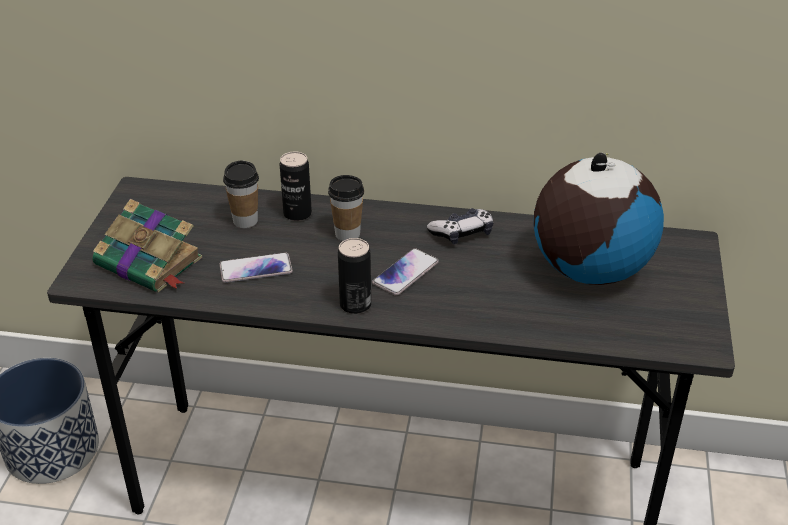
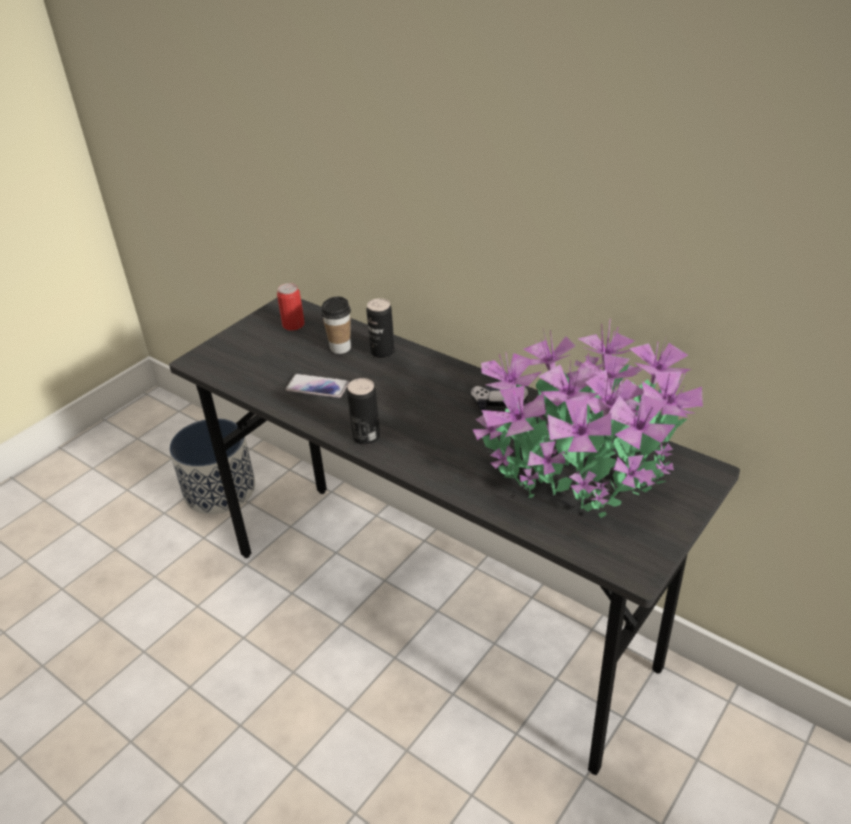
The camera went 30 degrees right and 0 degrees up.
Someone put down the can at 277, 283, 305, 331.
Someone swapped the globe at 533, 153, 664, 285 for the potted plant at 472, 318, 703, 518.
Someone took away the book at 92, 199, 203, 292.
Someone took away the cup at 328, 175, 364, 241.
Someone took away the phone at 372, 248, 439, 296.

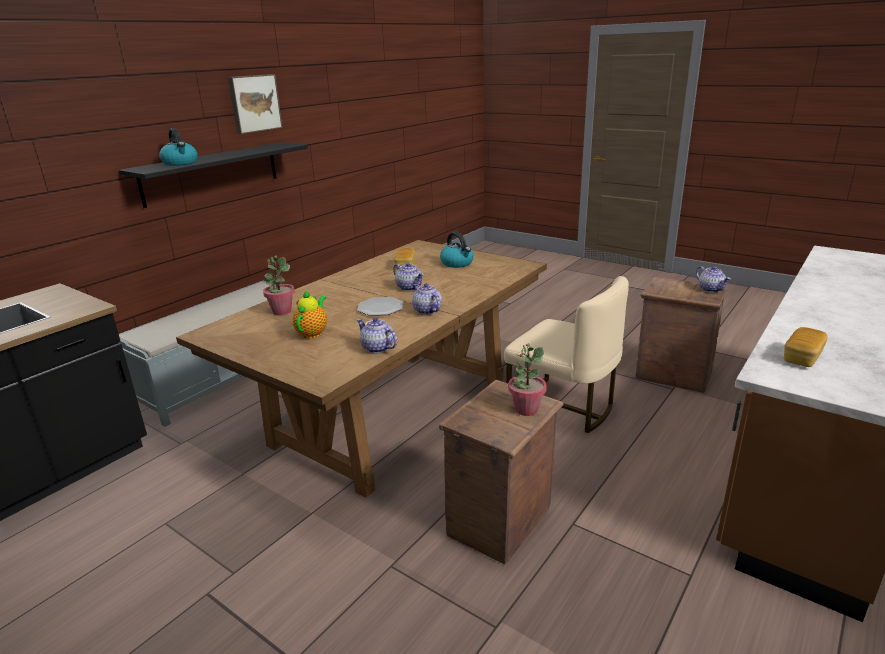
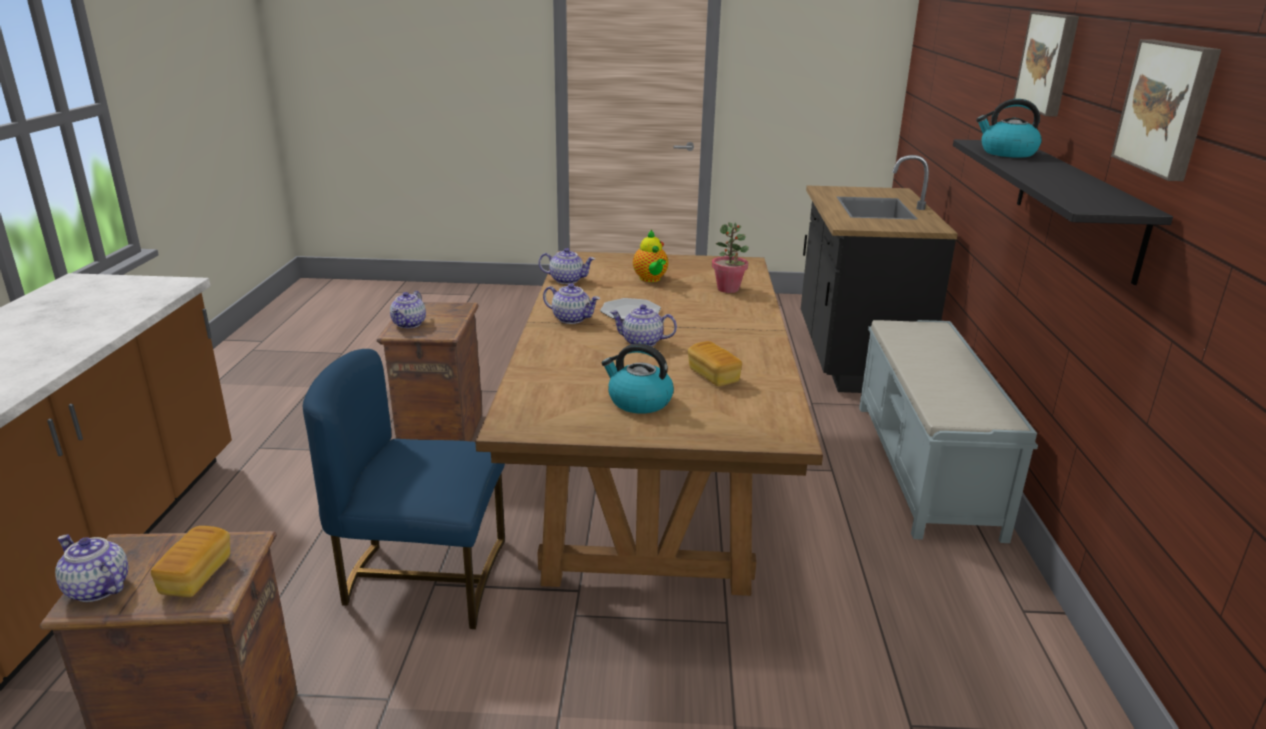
The camera went 145 degrees right and 0 degrees up.
Someone carried the bread from 784, 327, 828, 367 to 151, 526, 230, 597.
Someone repainted the beige chair at 504, 276, 629, 433, which became the blue chair at 303, 349, 505, 629.
Someone swapped the potted plant at 508, 343, 547, 416 for the teapot at 390, 291, 426, 328.
Someone put up the picture at 1014, 12, 1079, 117.

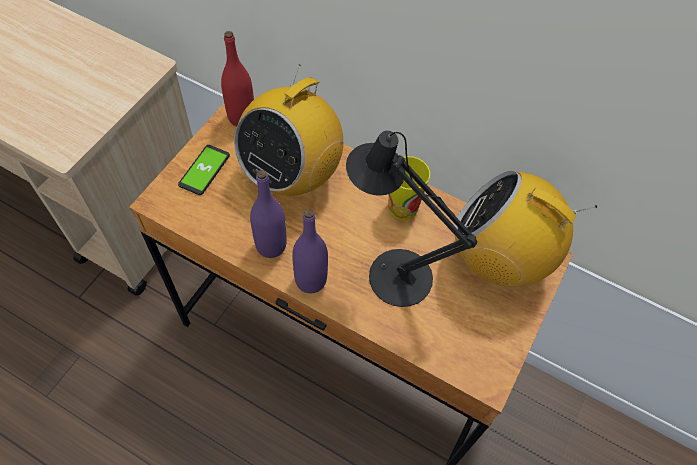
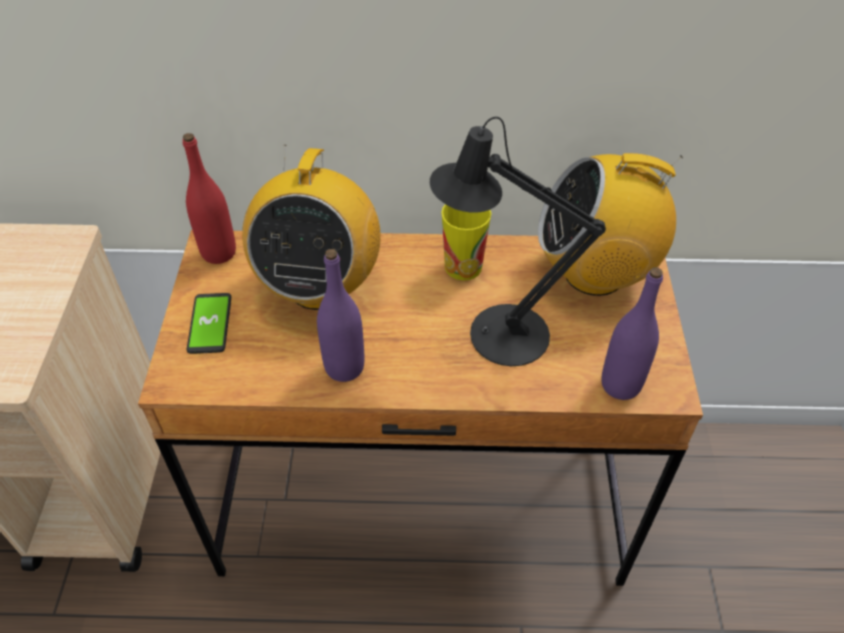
The camera went 25 degrees left and 10 degrees down.
Someone carried the purple bottle from 292, 209, 328, 293 to 601, 267, 663, 400.

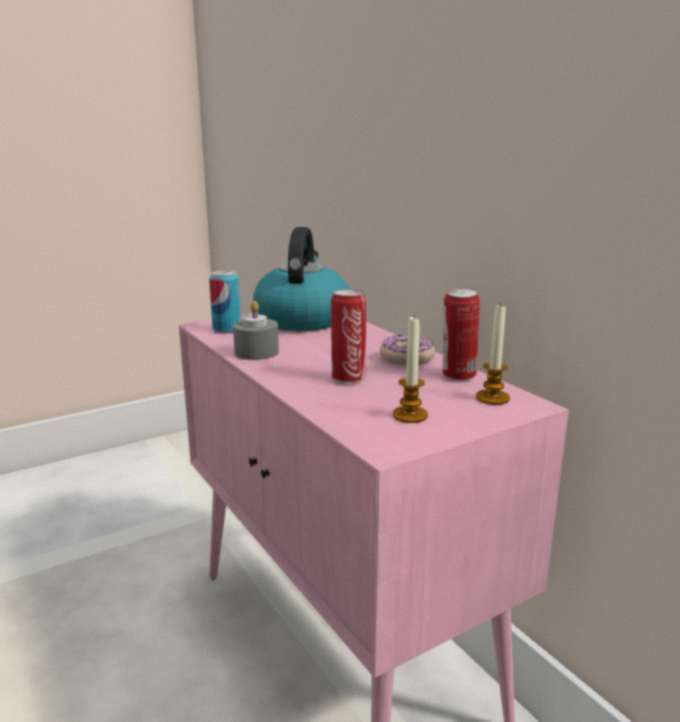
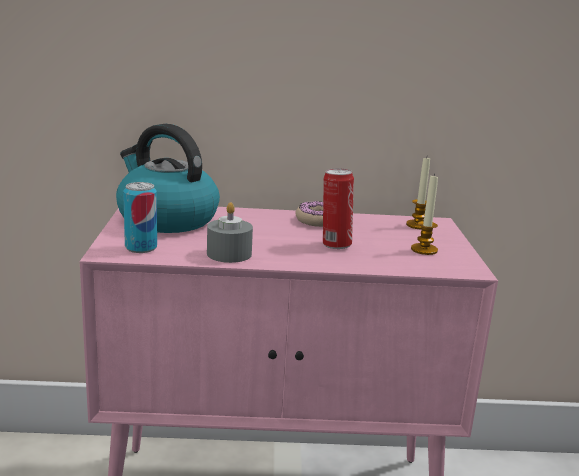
The camera went 60 degrees left and 0 degrees up.
Someone took away the can at 443, 288, 480, 381.

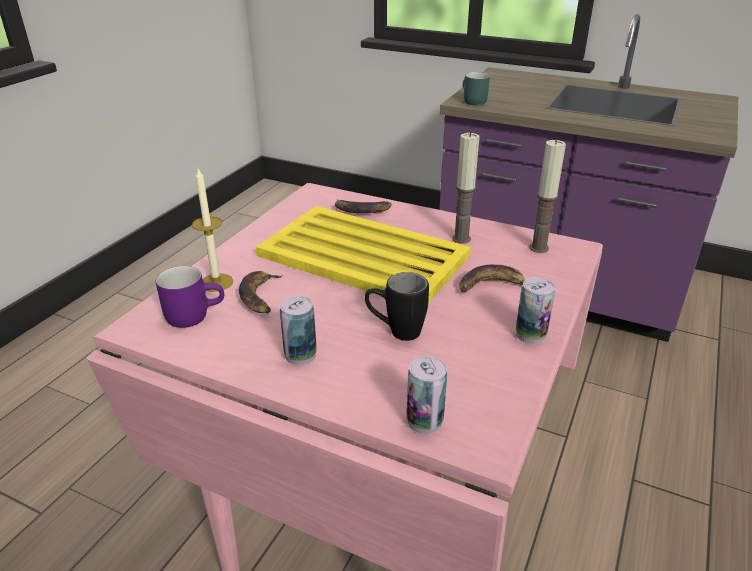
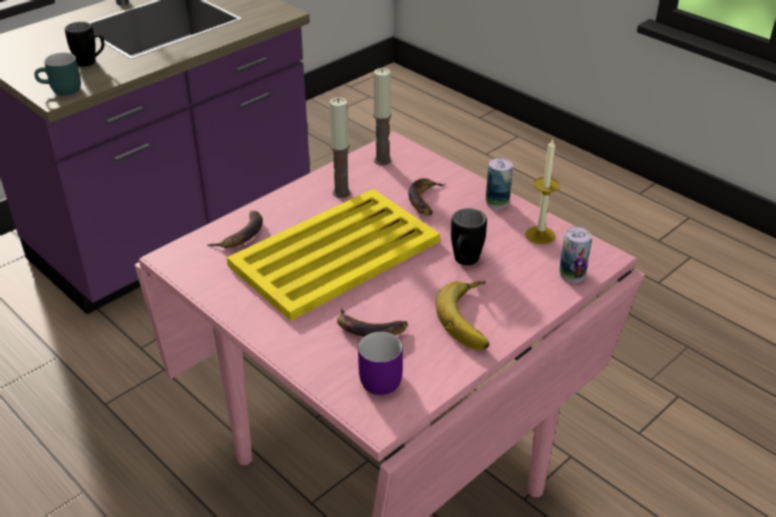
The camera went 70 degrees left and 5 degrees up.
Someone put down the black mug at 65, 22, 105, 66.
Someone swapped the can at 280, 296, 317, 365 for the banana at 435, 281, 489, 350.
Someone carried the candle from 192, 169, 233, 292 to 525, 138, 560, 244.

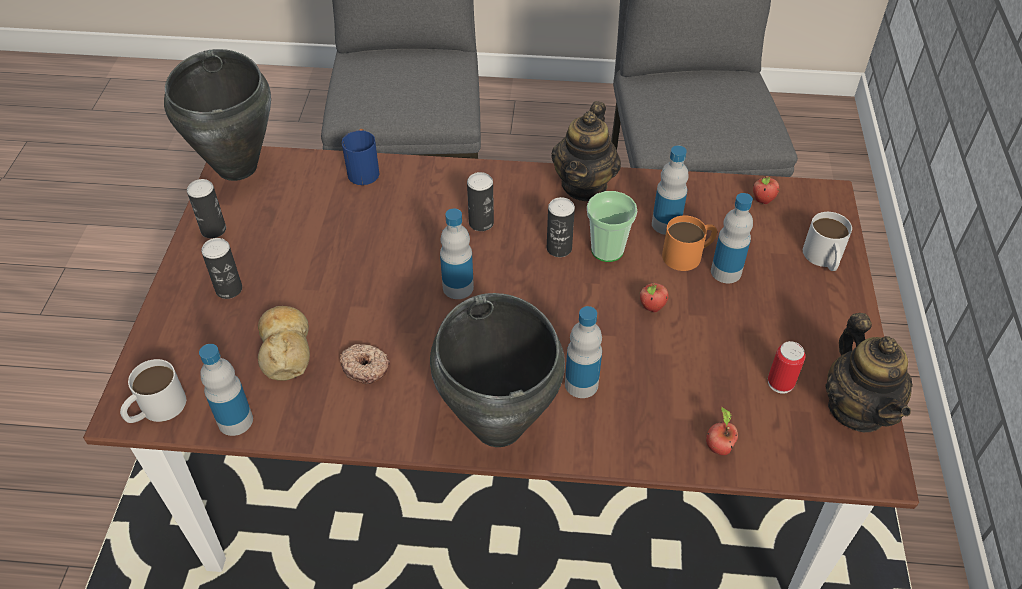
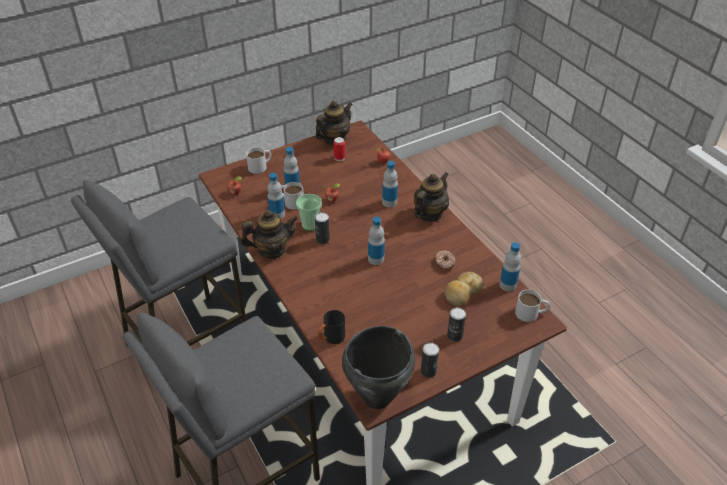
The camera went 125 degrees left and 5 degrees down.
Someone repainted the orange mug at 662, 215, 717, 271, which became the white mug at 281, 182, 304, 210.
Someone repainted the blue mug at 342, 129, 379, 185, which became the black mug at 318, 310, 345, 344.
Someone swapped the black cooking pot at 430, 293, 565, 447 for the teapot at 414, 172, 449, 222.
Someone took away the can at 467, 172, 494, 231.

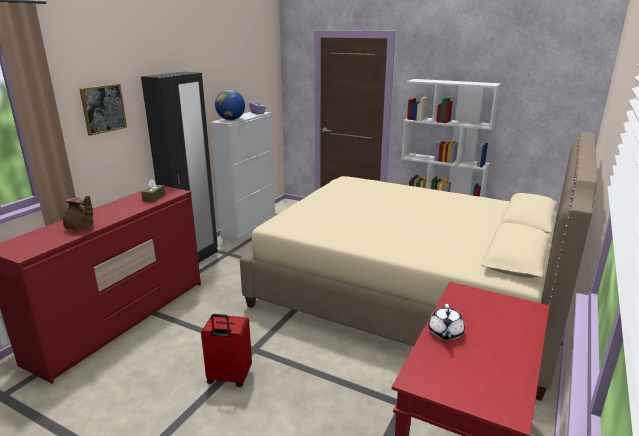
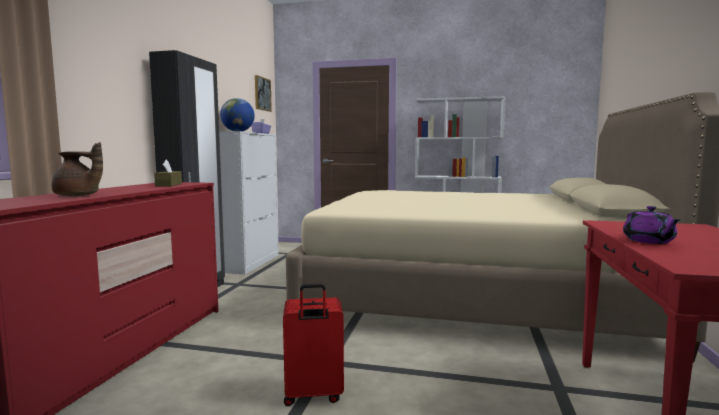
The camera went 15 degrees left and 15 degrees down.
Someone carried the picture from 79, 84, 127, 136 to 255, 75, 272, 112.
Someone repainted the white teapot at 428, 304, 465, 340, which became the purple teapot at 623, 206, 680, 244.

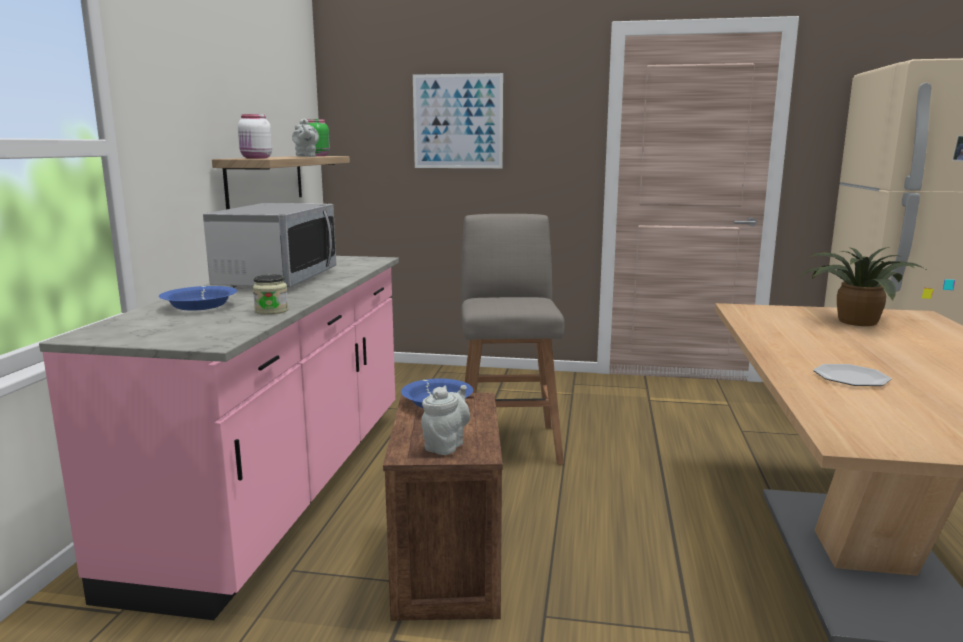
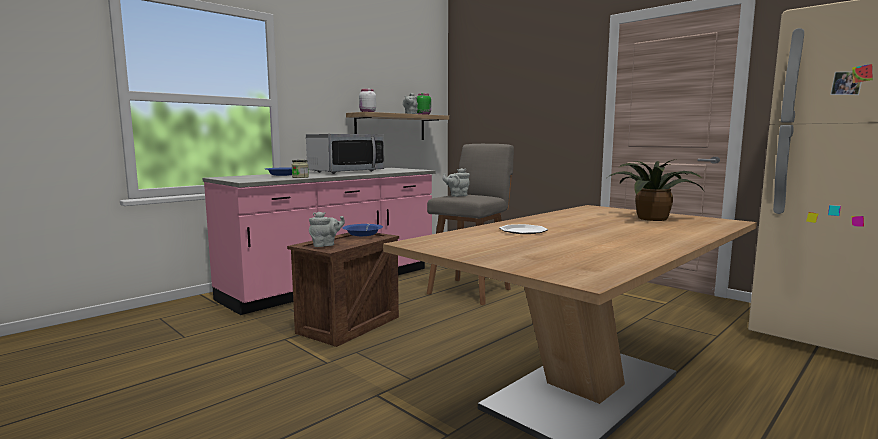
The camera went 35 degrees right and 5 degrees down.
Someone put down the grey teapot at 443, 168, 470, 197.
Someone took away the picture at 413, 73, 503, 168.

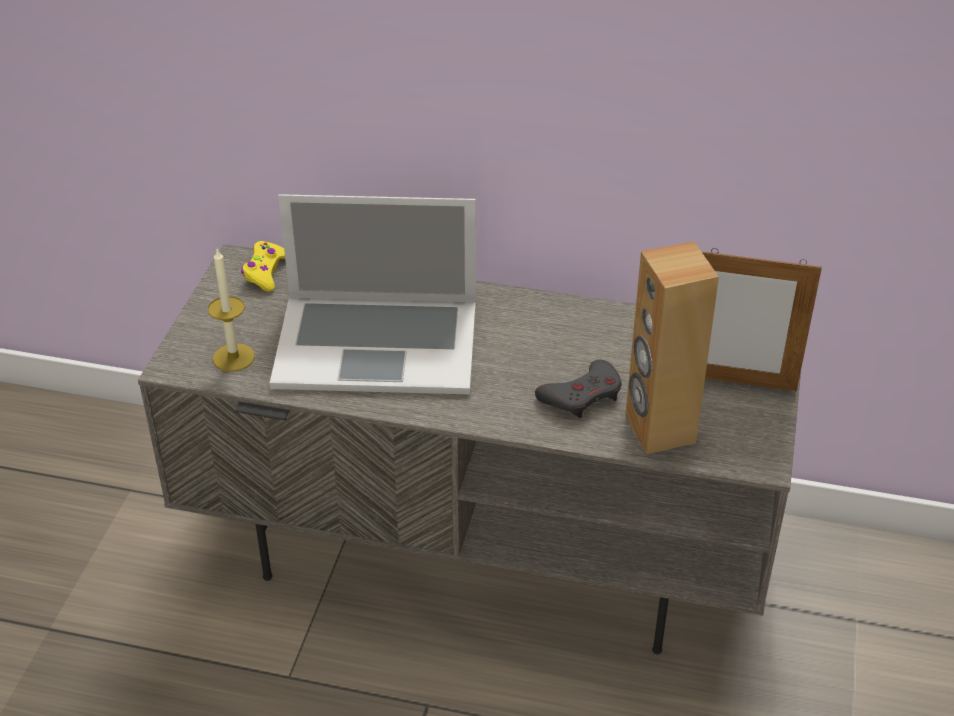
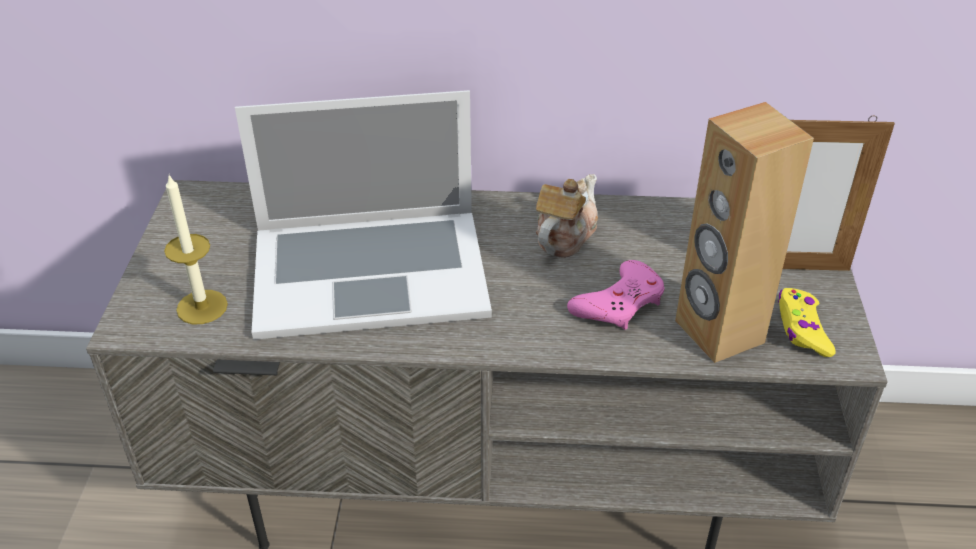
The camera went 10 degrees left and 0 degrees up.
Someone put down the teapot at 536, 174, 598, 258.
Someone repainted the grey game controller at 535, 359, 622, 418, which became the pink game controller at 567, 260, 665, 330.
Someone carried the yellow game controller from 241, 241, 285, 291 to 778, 288, 836, 357.

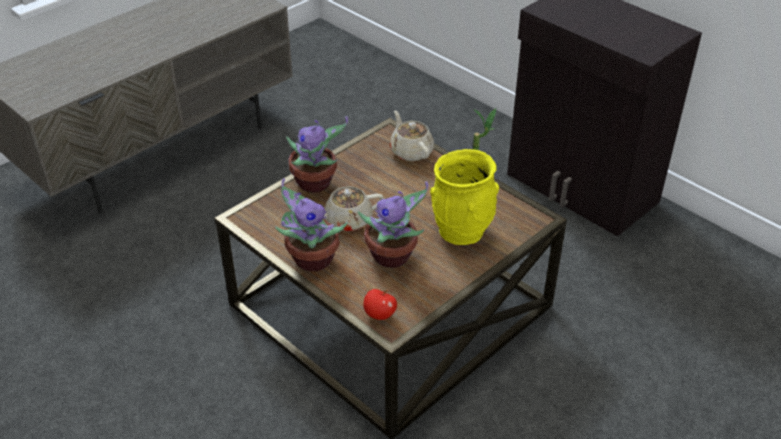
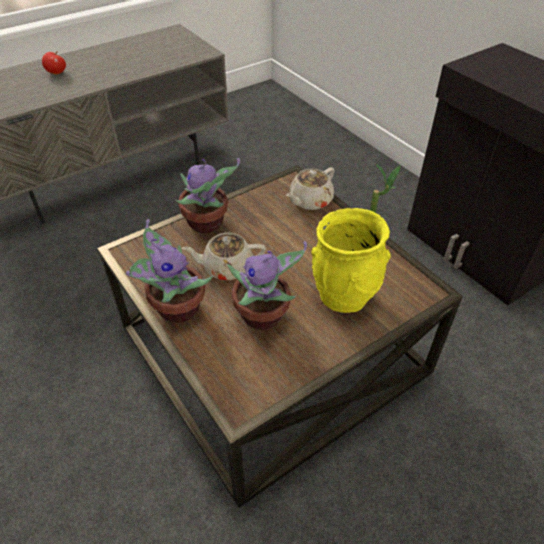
The camera went 10 degrees right and 5 degrees up.
Someone carried the apple from 363, 289, 397, 320 to 42, 51, 66, 74.
Someone rotated the beige teapot at 390, 111, 434, 161 by 120 degrees counterclockwise.

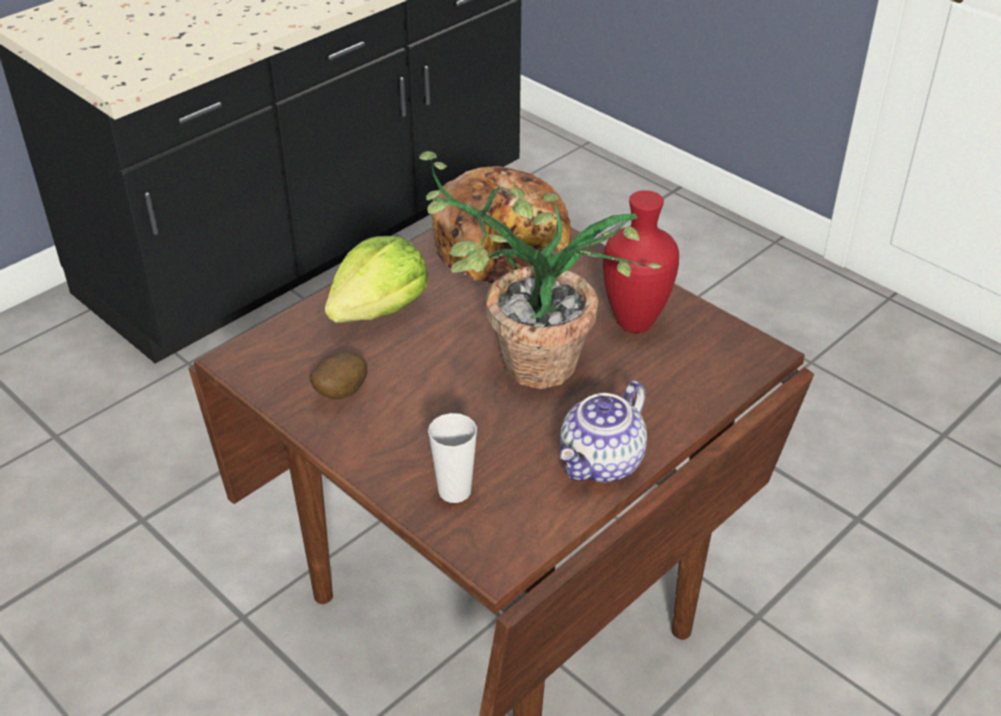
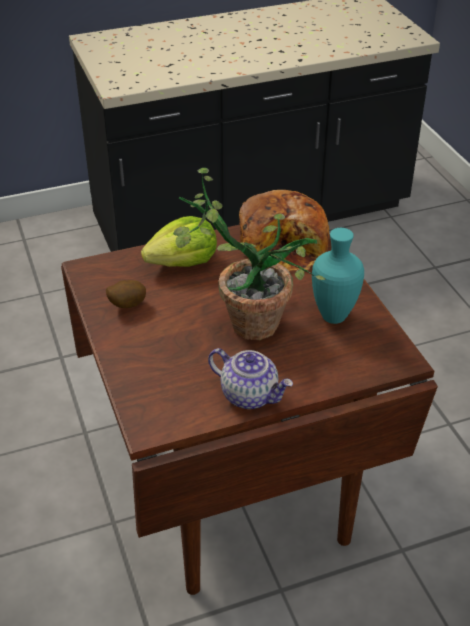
The camera went 25 degrees right and 0 degrees up.
Someone rotated the teapot at 560, 380, 647, 482 by 120 degrees counterclockwise.
Someone repainted the red vase at 603, 190, 679, 333, which became the turquoise vase at 312, 228, 364, 324.
Someone took away the cup at 428, 413, 477, 503.

